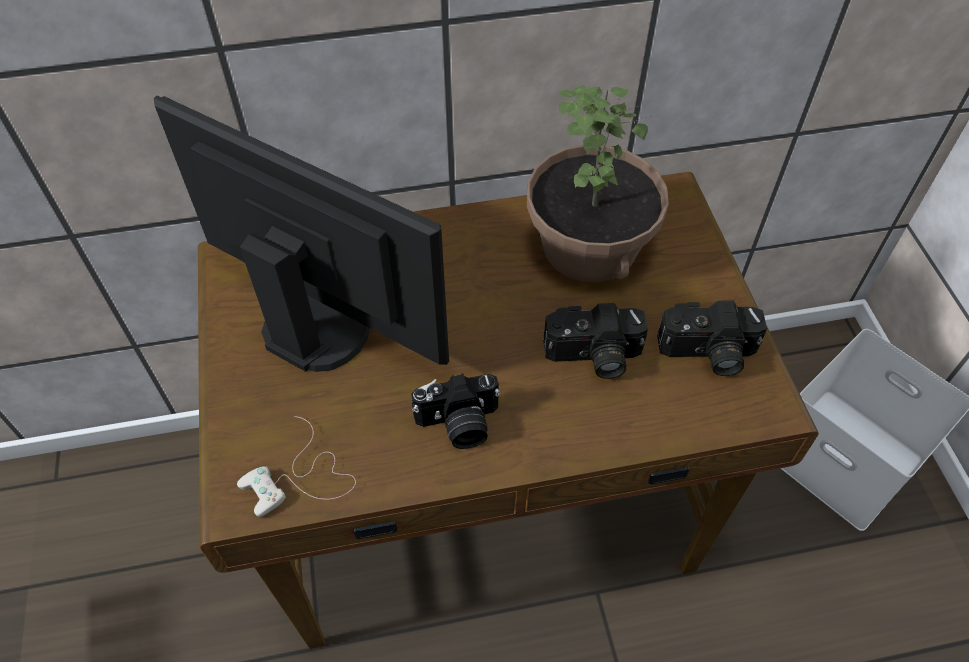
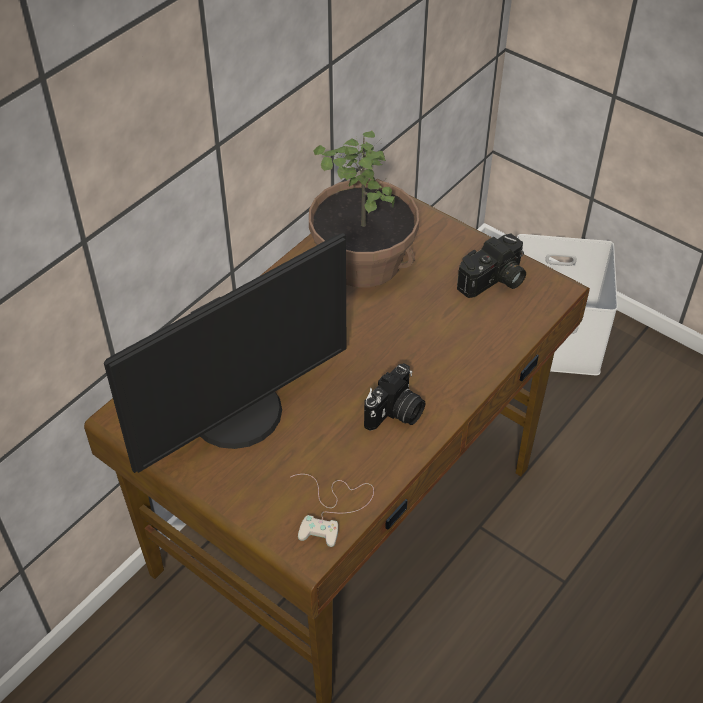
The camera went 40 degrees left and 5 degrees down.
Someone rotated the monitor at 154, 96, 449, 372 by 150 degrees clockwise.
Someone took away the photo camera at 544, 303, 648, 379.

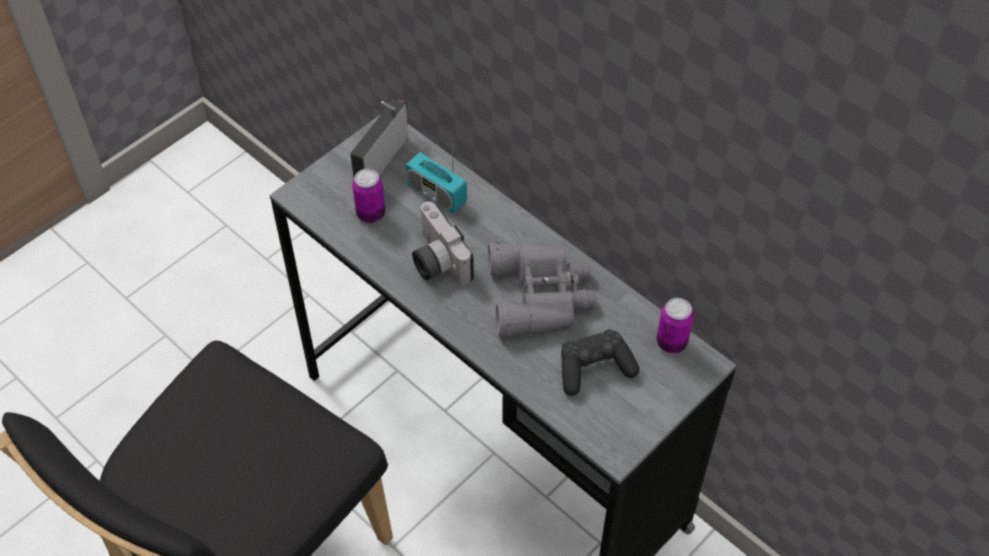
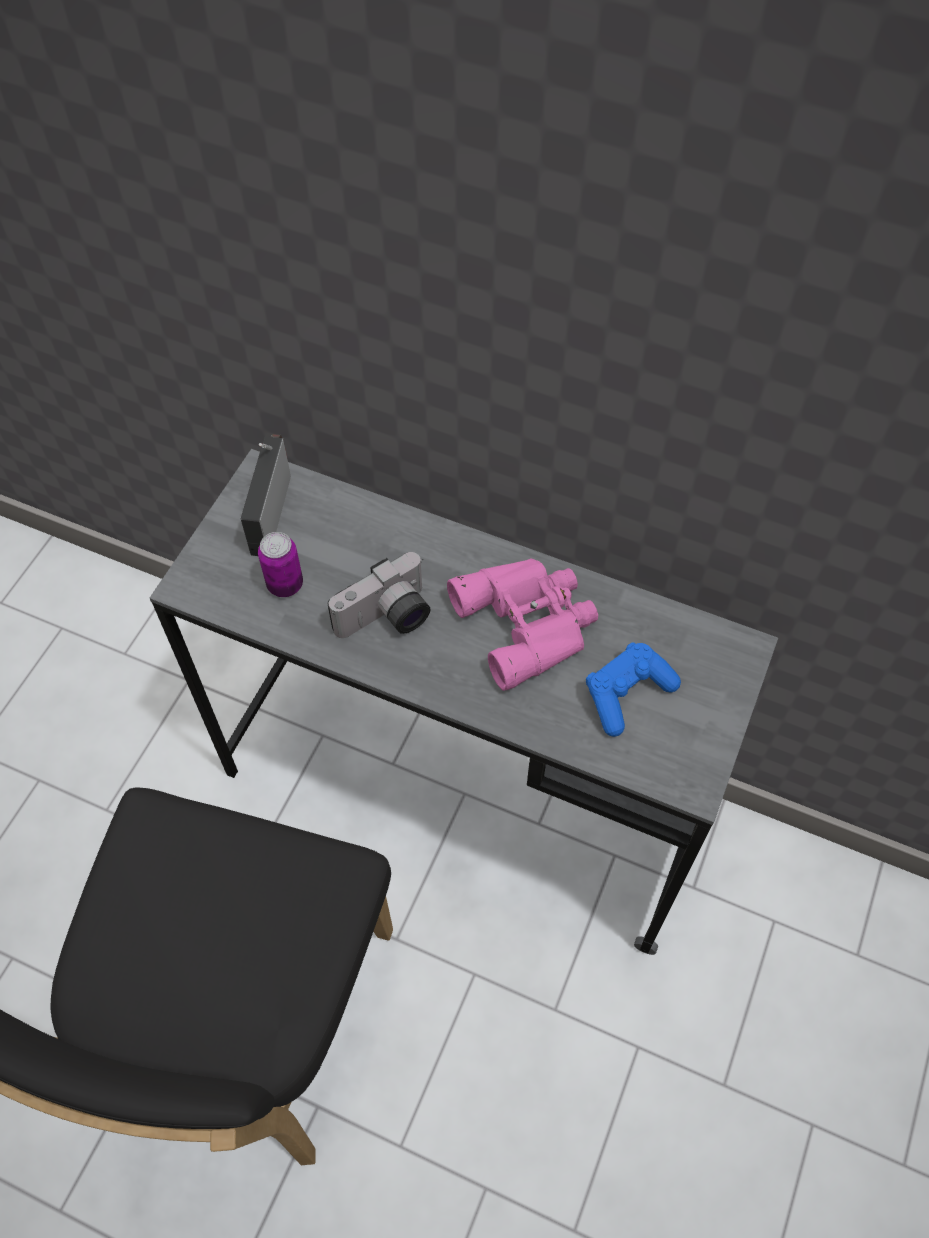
The camera went 20 degrees left and 5 degrees up.
Someone rotated the photo camera at 412, 202, 474, 285 by 75 degrees counterclockwise.
Someone repainted the grey binoculars at 488, 242, 596, 337, which became the pink binoculars at 447, 558, 598, 691.
Someone repainted the black game controller at 561, 329, 639, 396, which became the blue game controller at 586, 642, 681, 737.
Someone took away the radio at 406, 130, 467, 213.
Someone took away the can at 656, 298, 694, 353.

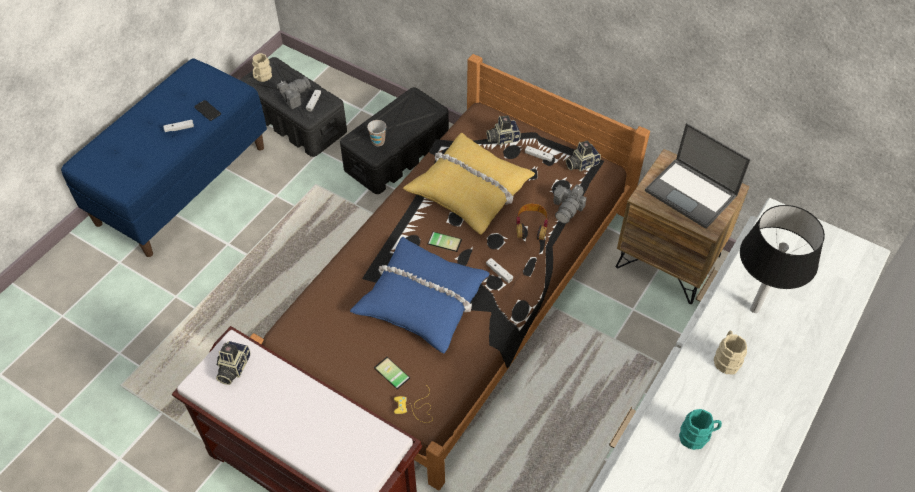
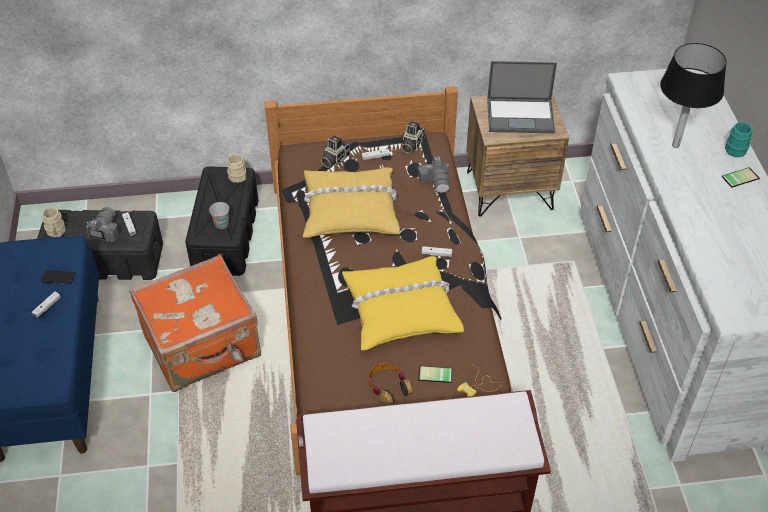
The camera went 40 degrees left and 5 degrees down.
Someone put down the orange suitcase at 129, 254, 261, 392.
Someone carried the beige mug from 714, 330, 747, 375 to 226, 154, 246, 183.
Someone repainted the blue pillow at 350, 237, 490, 354, which became the yellow pillow at 342, 256, 464, 350.
Someone carried the headphones from 516, 204, 548, 240 to 368, 363, 412, 405.
Someone carried the phone from 428, 232, 462, 252 to 721, 167, 760, 188.
Someone carried the turquoise mug from 679, 409, 722, 450 to 725, 122, 753, 157.
Someone took away the photo camera at 216, 341, 251, 385.

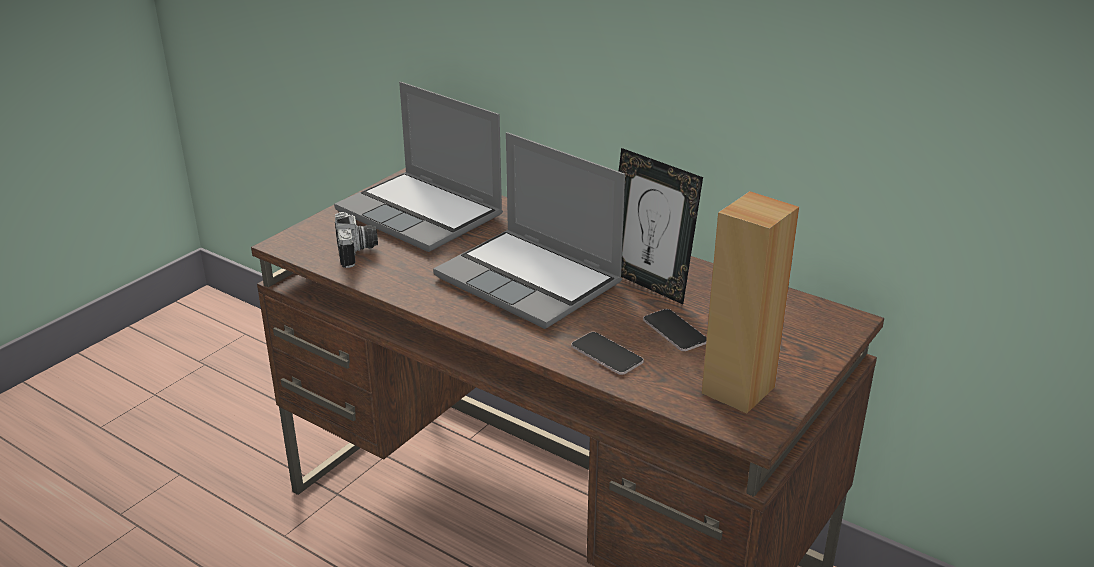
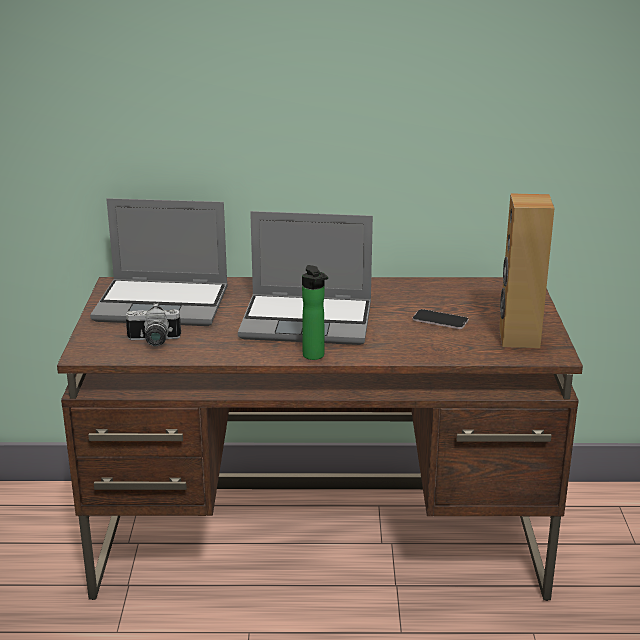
The camera went 35 degrees left and 5 degrees down.
Someone rotated the photo camera at 335, 212, 378, 268 by 135 degrees clockwise.
Someone put down the bottle at 302, 265, 328, 360.
Someone took away the phone at 571, 332, 644, 375.
Someone took away the picture frame at 619, 148, 703, 304.

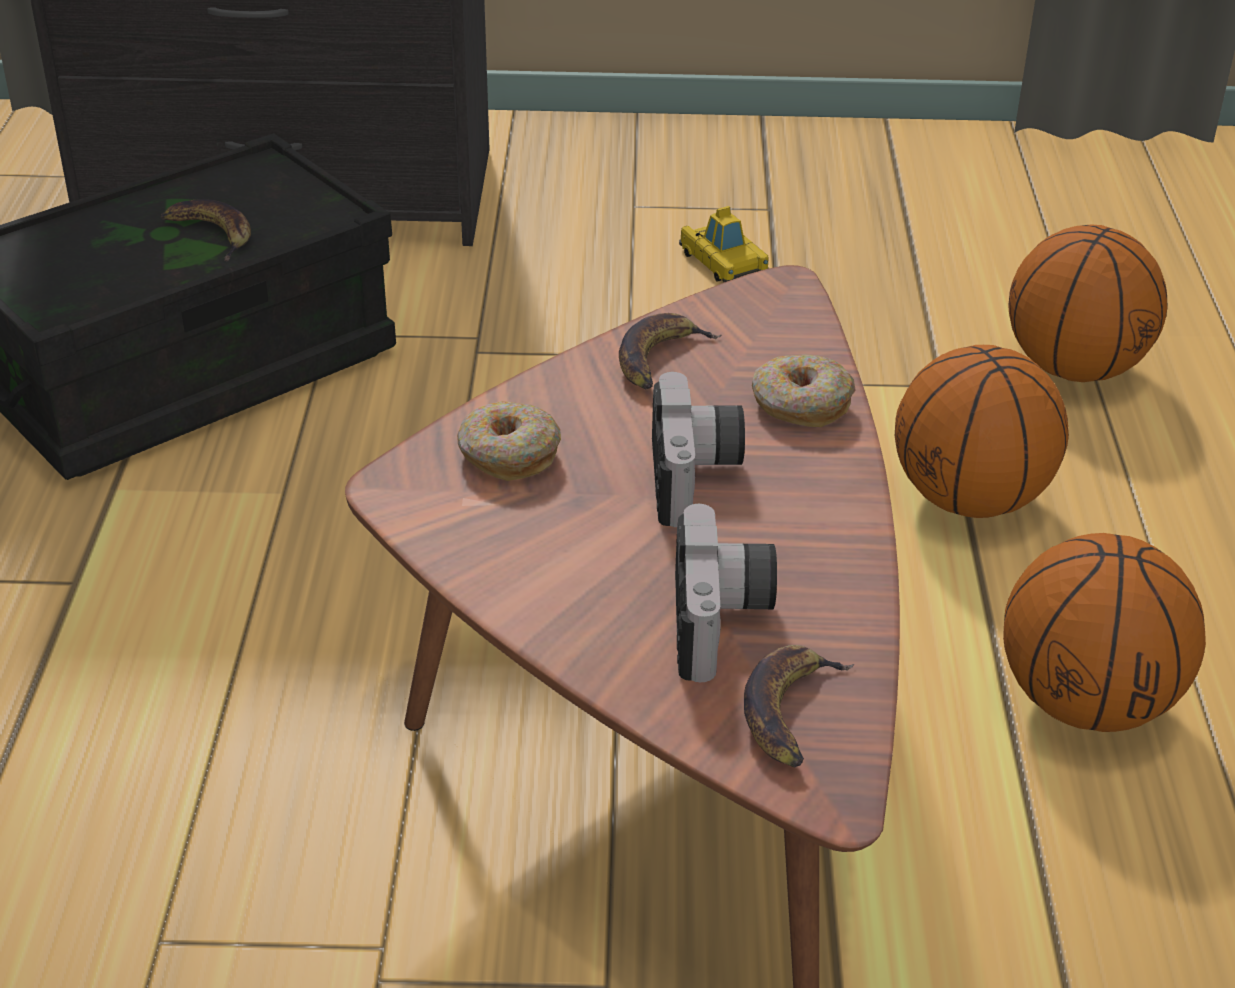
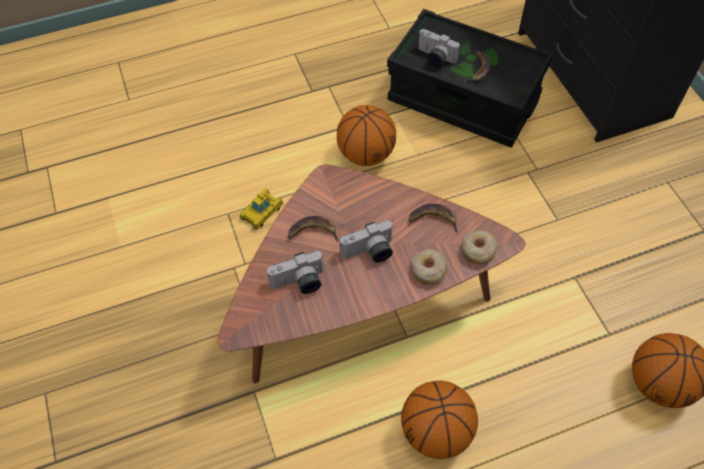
The camera went 70 degrees right and 20 degrees up.
Someone carried the toy car from 679, 206, 769, 282 to 240, 189, 283, 229.
Someone carried the banana from 744, 645, 854, 767 to 288, 216, 339, 242.
Someone carried the basketball from 895, 345, 1069, 518 to 337, 105, 396, 166.
Someone put down the photo camera at 418, 29, 460, 67.
Someone carried the donut from 457, 401, 561, 481 to 462, 230, 498, 265.

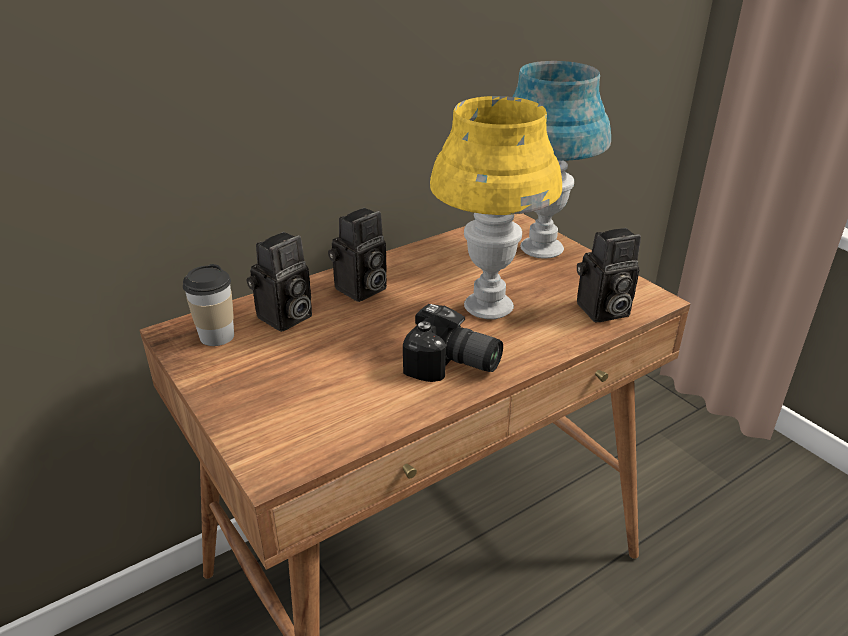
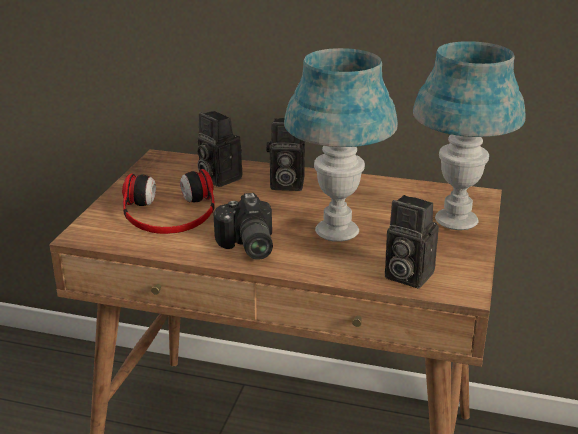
The camera went 50 degrees right and 5 degrees down.
Someone put down the headphones at 122, 169, 215, 234.
Someone rotated the photo camera at 246, 232, 312, 332 by 45 degrees clockwise.
Someone repainted the yellow table lamp at 430, 96, 562, 319, which became the blue table lamp at 284, 48, 398, 242.
Someone took away the cup at 183, 264, 234, 346.

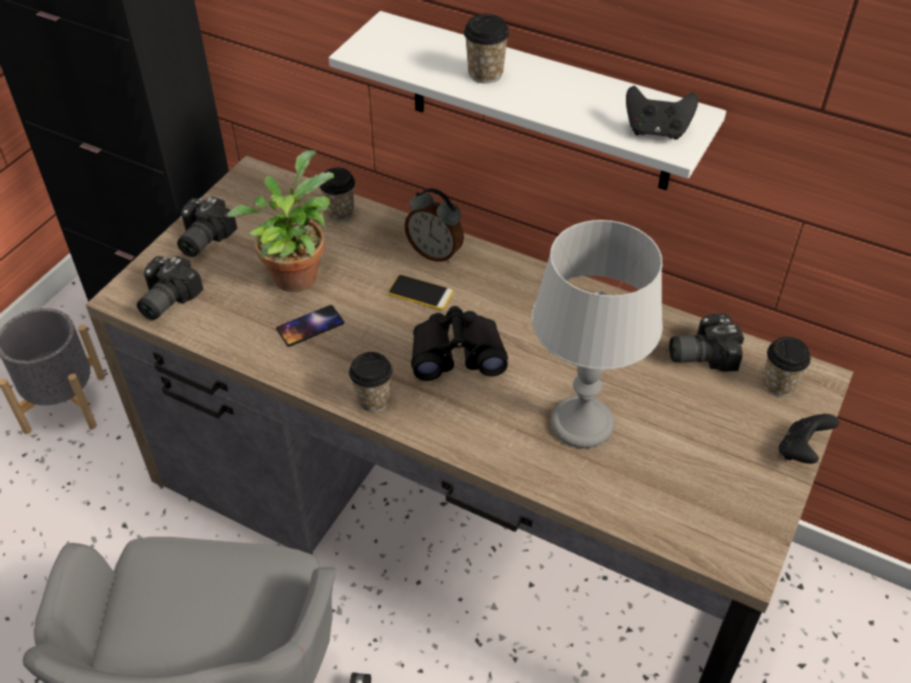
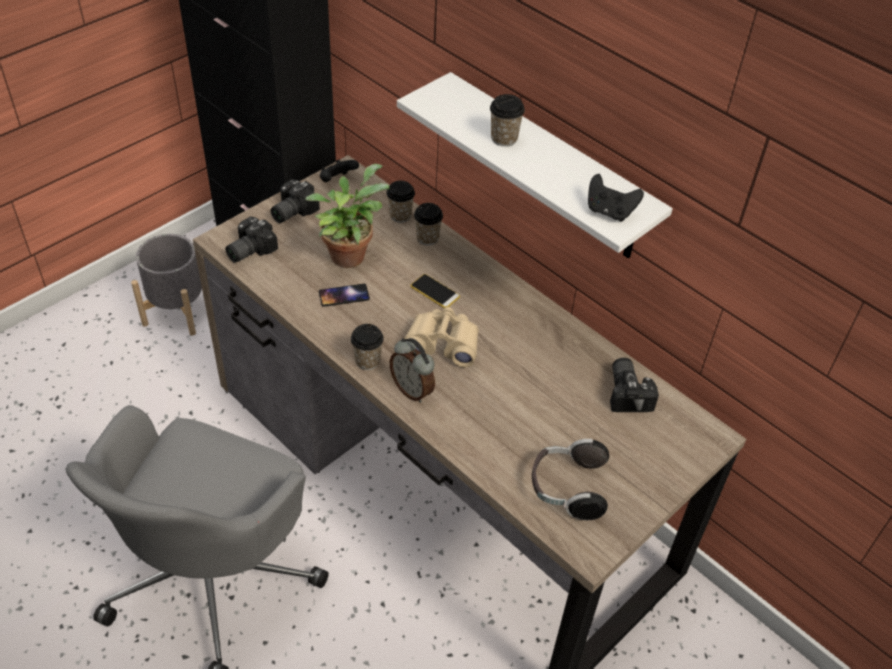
The camera went 15 degrees right and 0 degrees up.
Someone carried the black game controller from 779, 414, 839, 464 to 320, 160, 359, 182.
Someone carried the alarm clock from 404, 188, 464, 263 to 390, 338, 435, 403.
Someone repainted the black binoculars at 411, 306, 508, 381, which became the beige binoculars at 404, 307, 479, 368.
Someone carried the cup from 763, 337, 811, 397 to 414, 203, 443, 245.
Someone put down the headphones at 532, 439, 609, 520.
Someone rotated the photo camera at 669, 313, 744, 372 by 75 degrees clockwise.
Someone took away the grey table lamp at 532, 220, 663, 448.

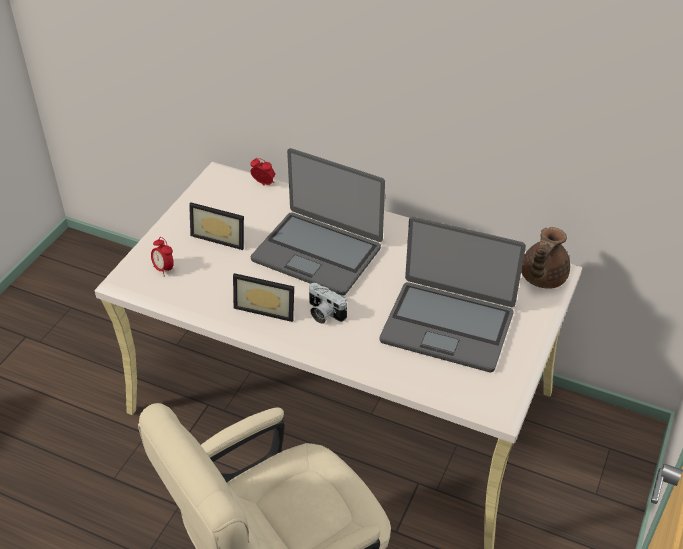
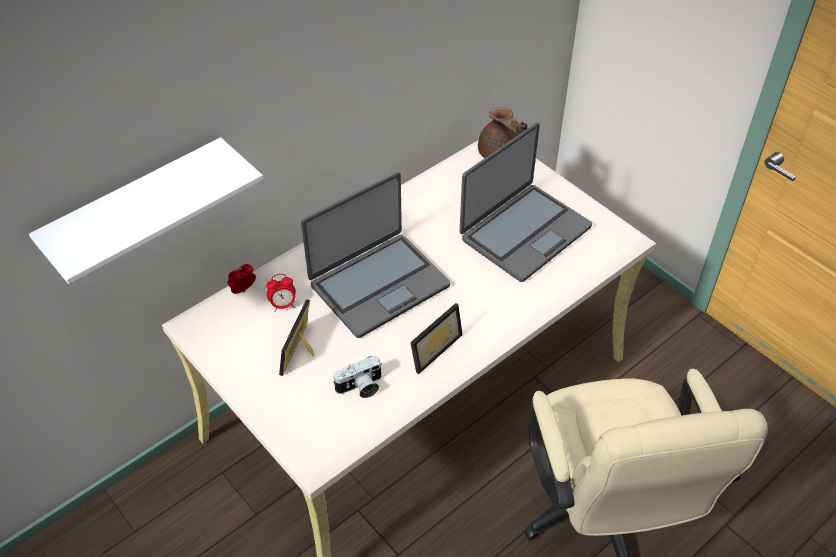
The camera went 65 degrees left and 5 degrees up.
Someone put up the white shelf at 29, 137, 263, 284.
Someone carried the alarm clock from 151, 237, 174, 277 to 266, 274, 296, 312.
Someone rotated the picture frame at 189, 202, 244, 250 by 150 degrees clockwise.
Someone carried the photo camera from 309, 283, 347, 324 to 333, 355, 382, 398.

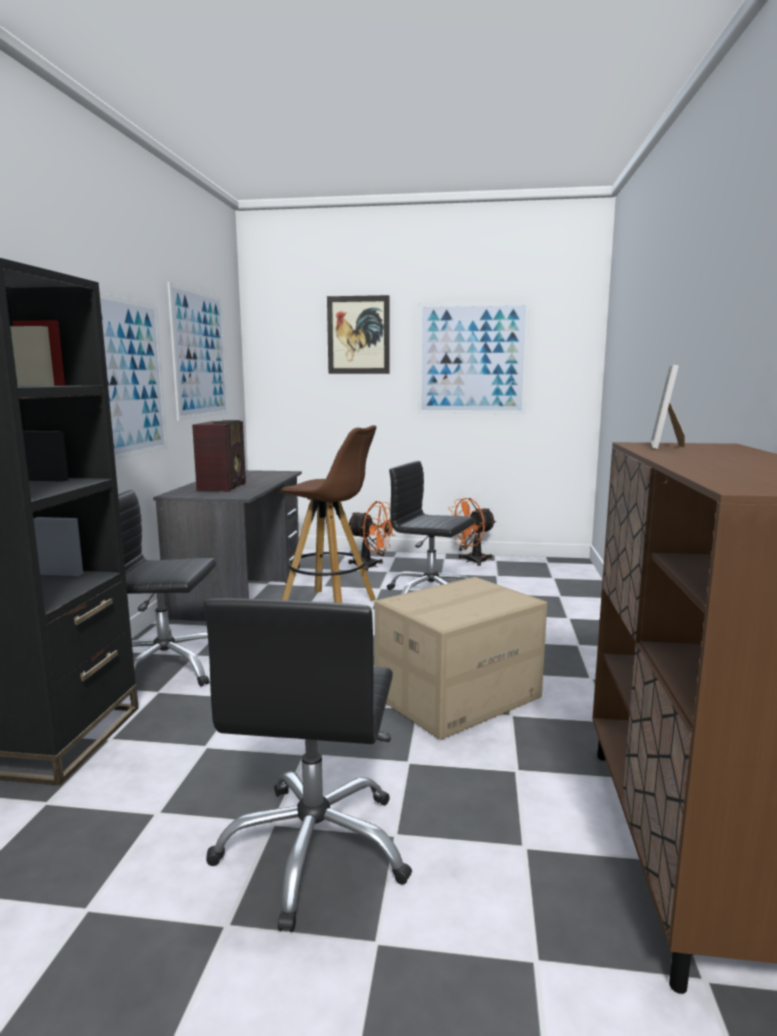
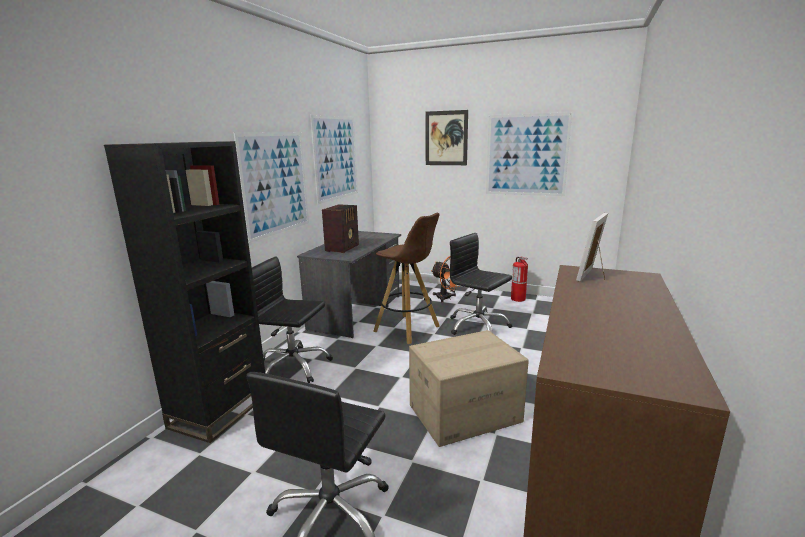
The camera went 15 degrees right and 5 degrees up.
Someone swapped the orange fan at 448, 498, 496, 566 for the fire extinguisher at 511, 257, 528, 302.

